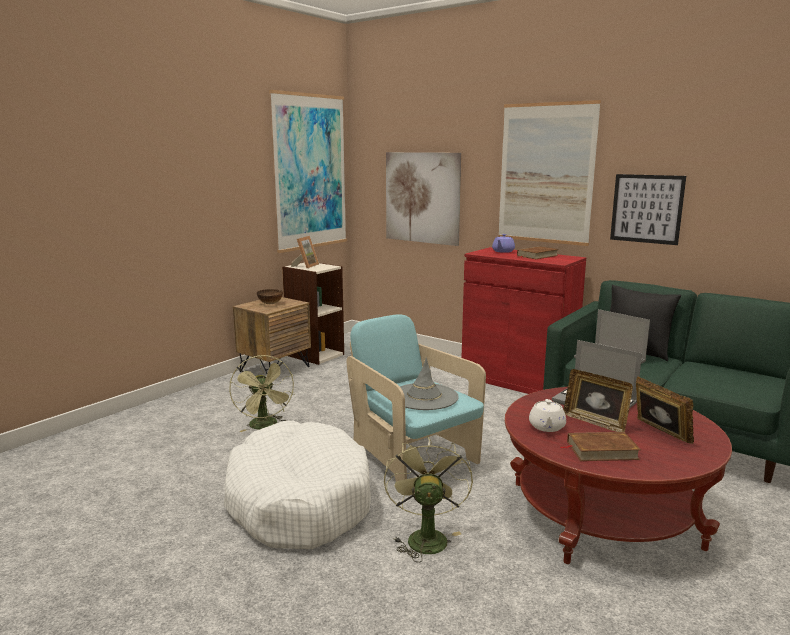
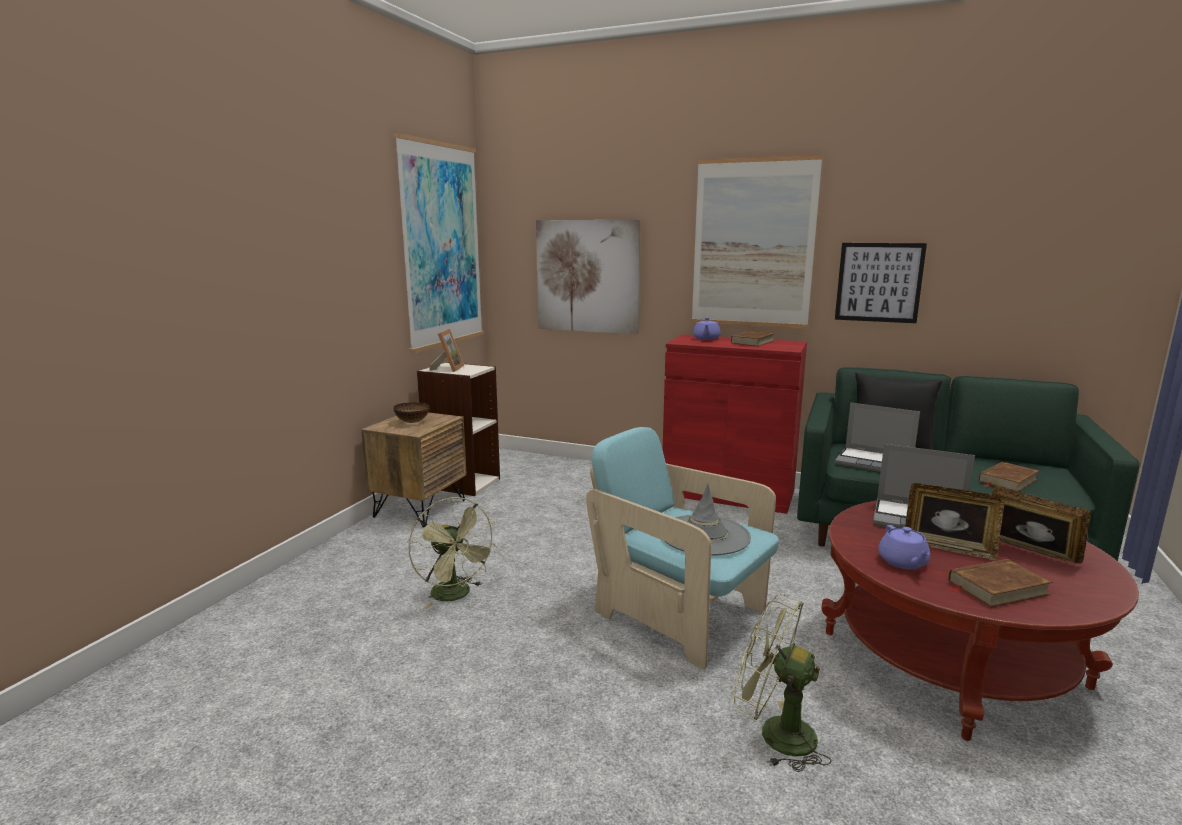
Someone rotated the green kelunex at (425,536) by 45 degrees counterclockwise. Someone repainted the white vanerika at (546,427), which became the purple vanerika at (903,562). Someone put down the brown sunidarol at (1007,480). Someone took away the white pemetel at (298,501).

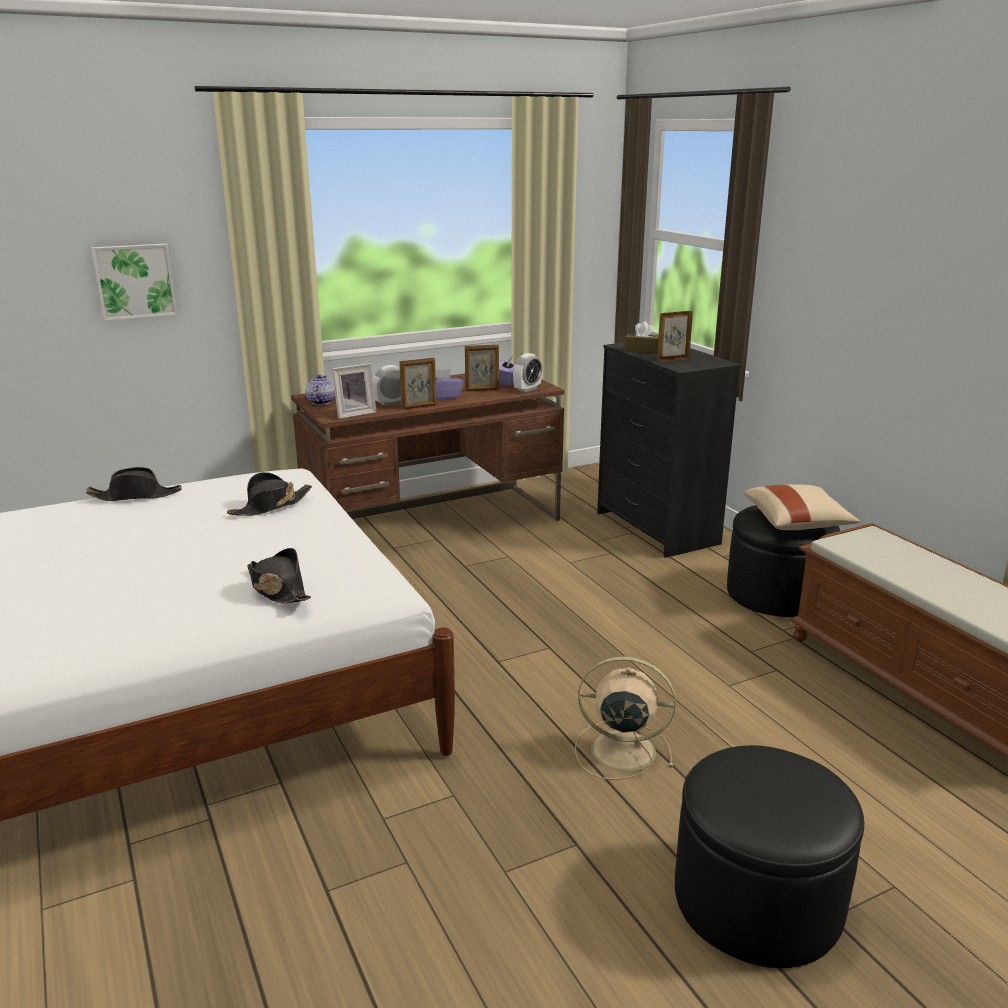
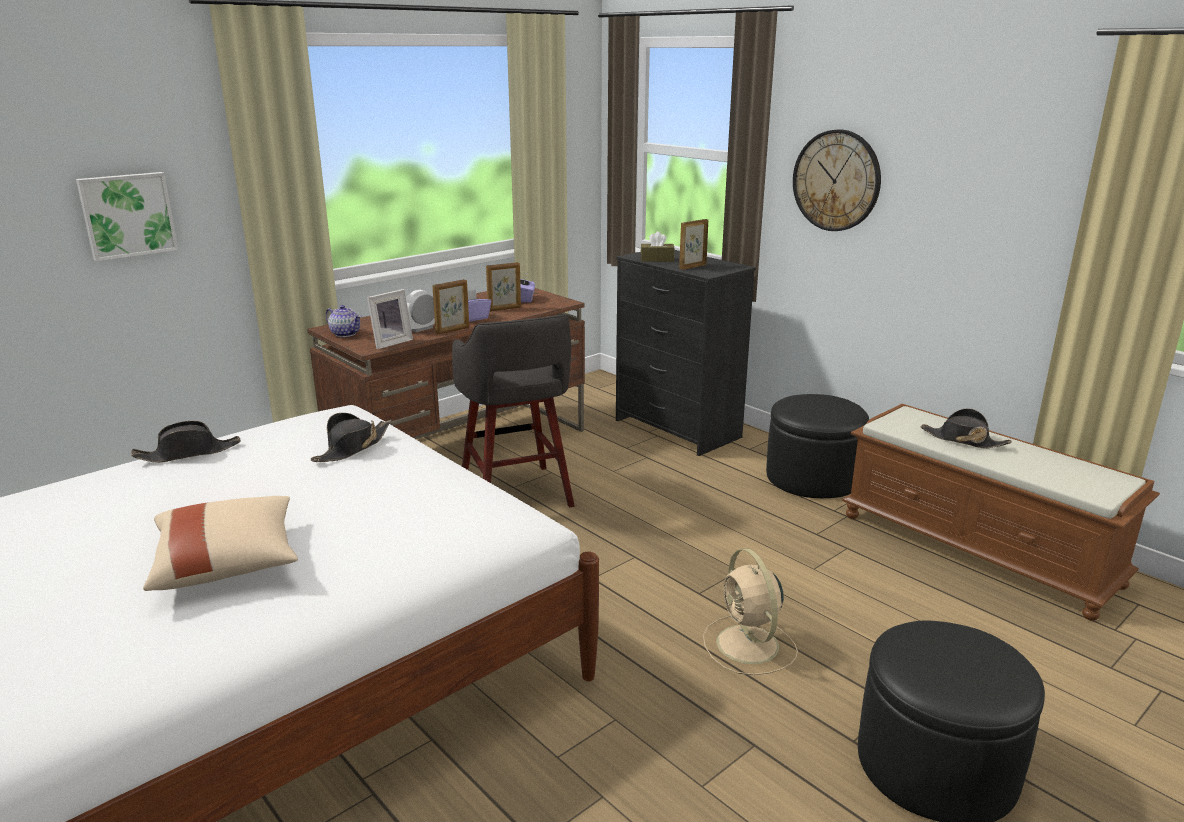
Someone carried the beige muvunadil from (797,523) to (227,563). Someone rotated the vanerika at (320,402) by 135 degrees clockwise. Someone put down the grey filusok at (516,495). Someone rotated the beige kelunex at (620,750) by 105 degrees counterclockwise. Someone put up the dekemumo at (836,180). Someone carried the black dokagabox from (277,589) to (963,440). Someone took away the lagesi at (527,389).

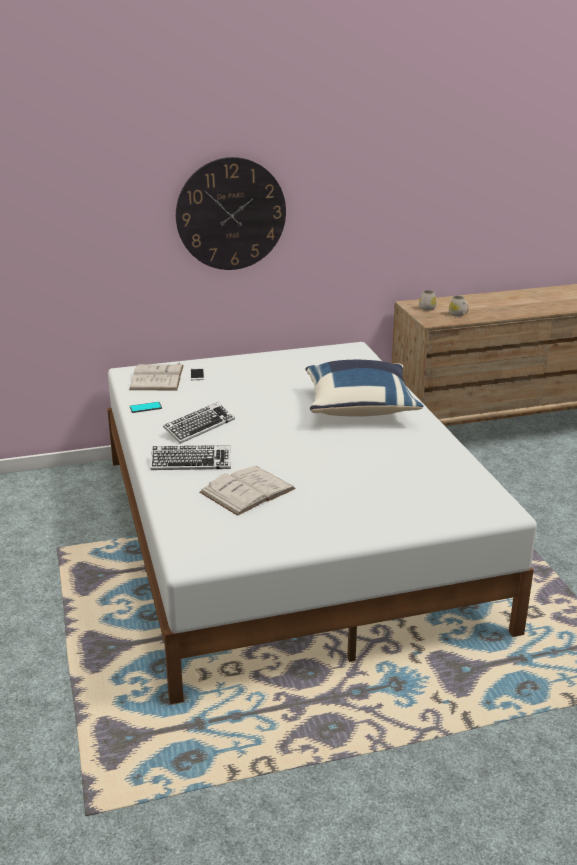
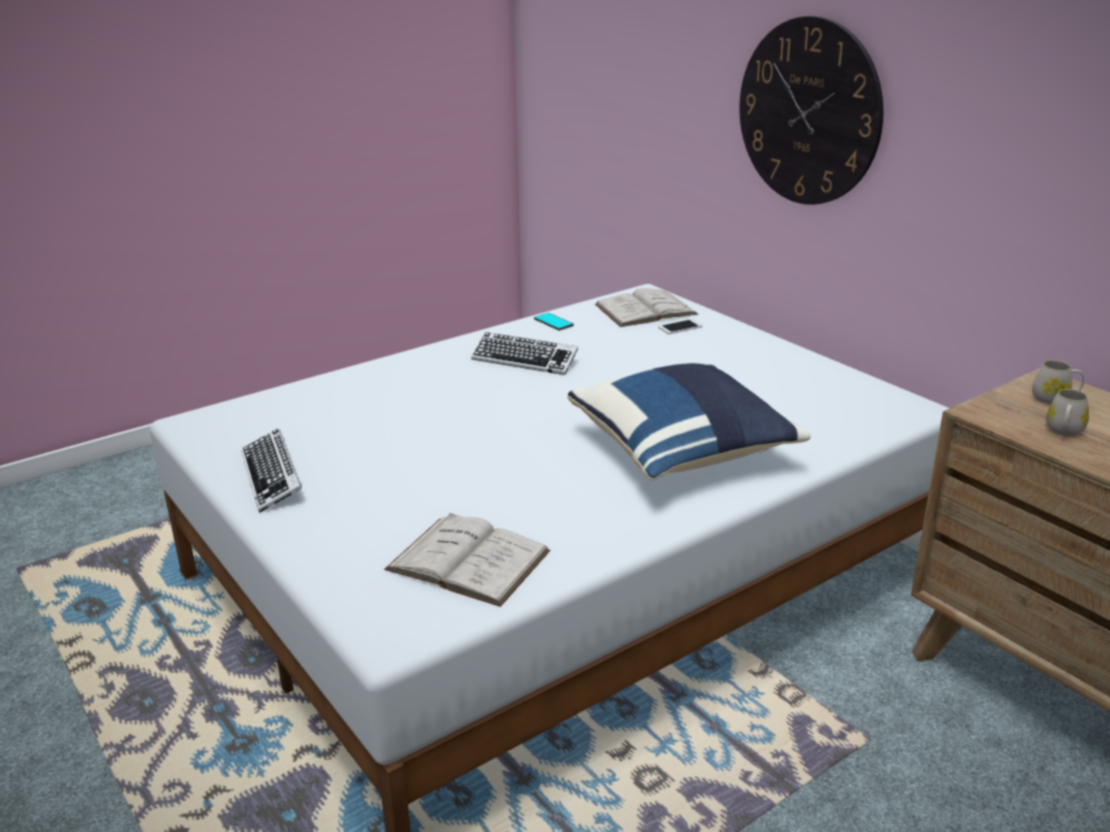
Someone carried the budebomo from (191,462) to (272,477). Someone carried the white sunidarol from (247,490) to (468,560).

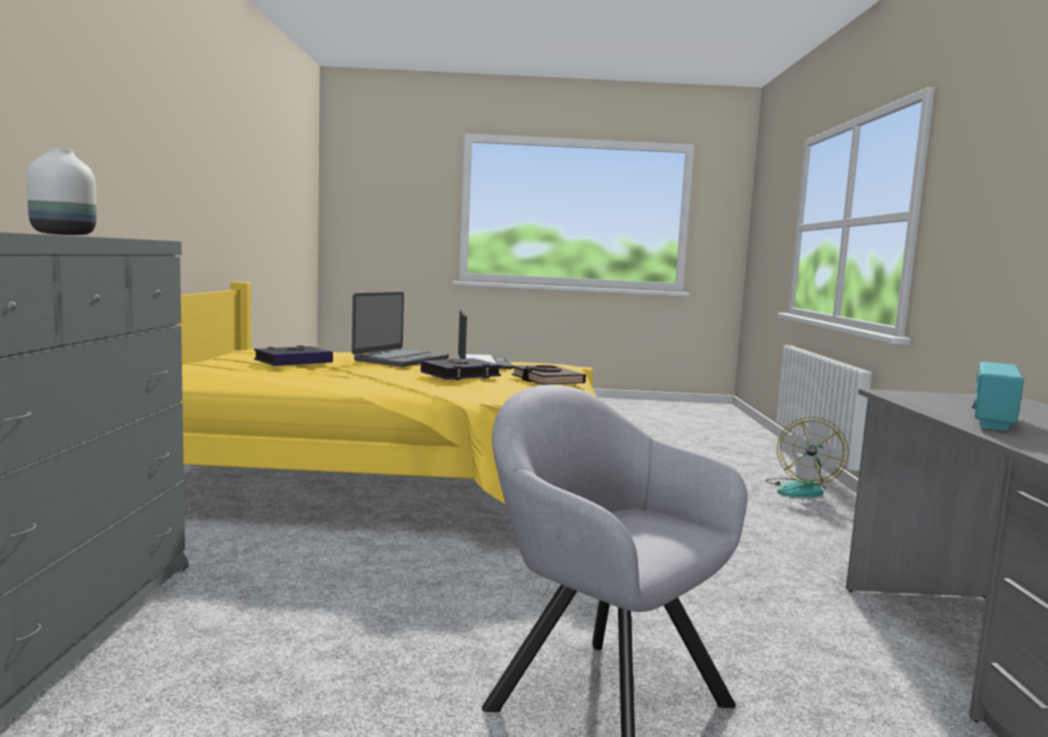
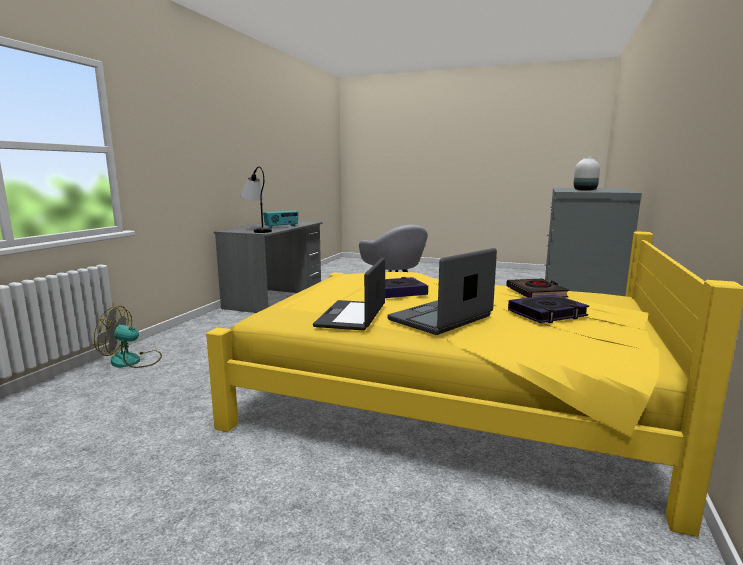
Someone rotated the kelunex at (802,489) by 135 degrees counterclockwise. Someone put down the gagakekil at (258,230). Someone carried the black sunidarol from (547,380) to (536,293).

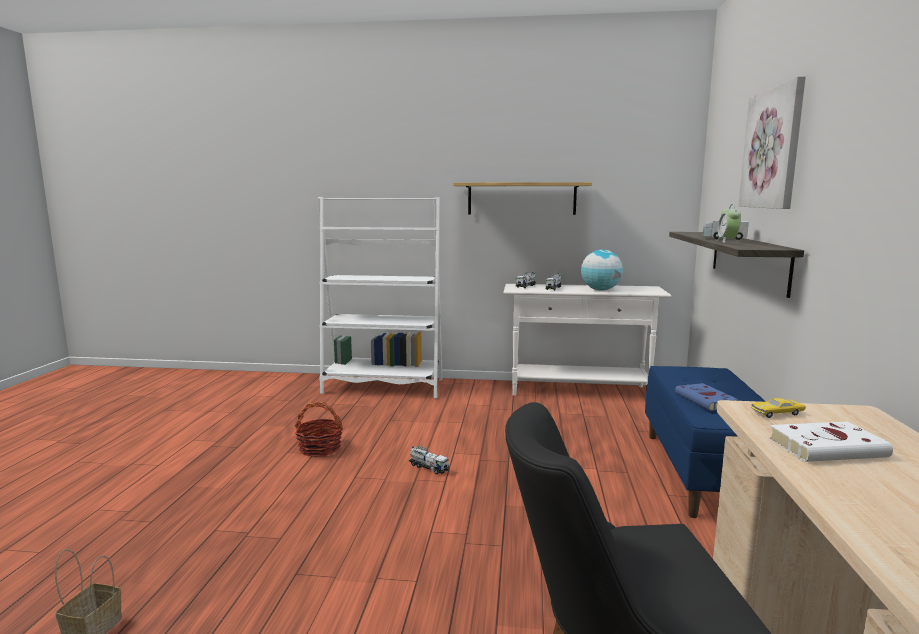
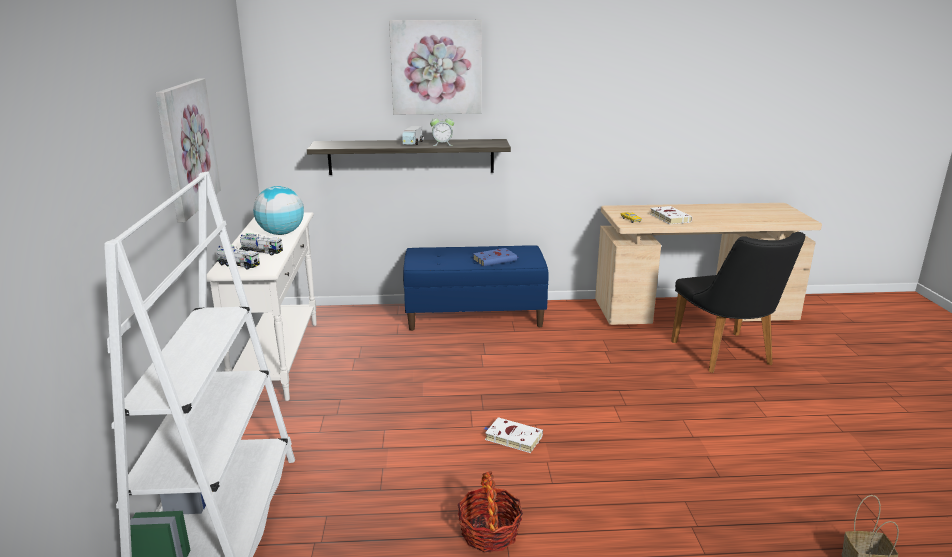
Someone swapped the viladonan at (521,198) for the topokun at (186,147). Someone swapped the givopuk at (428,468) for the white sunidarol at (512,437).

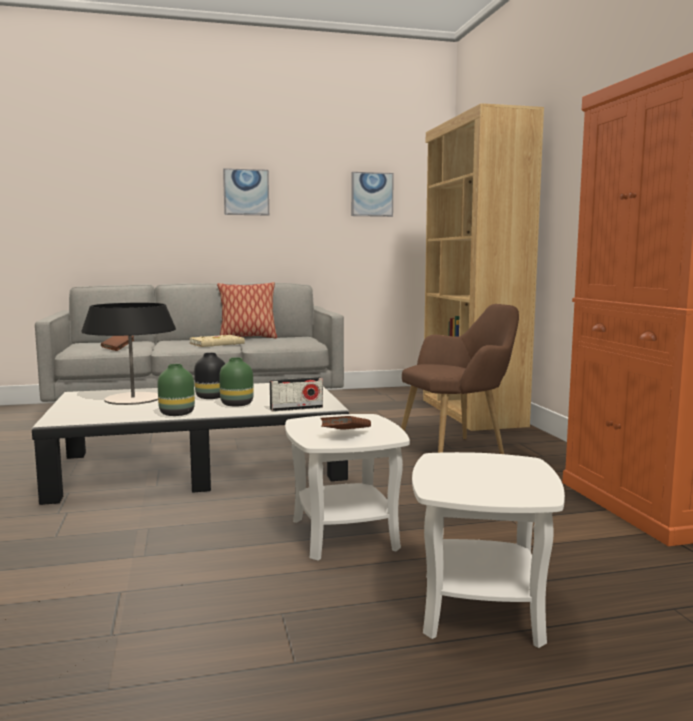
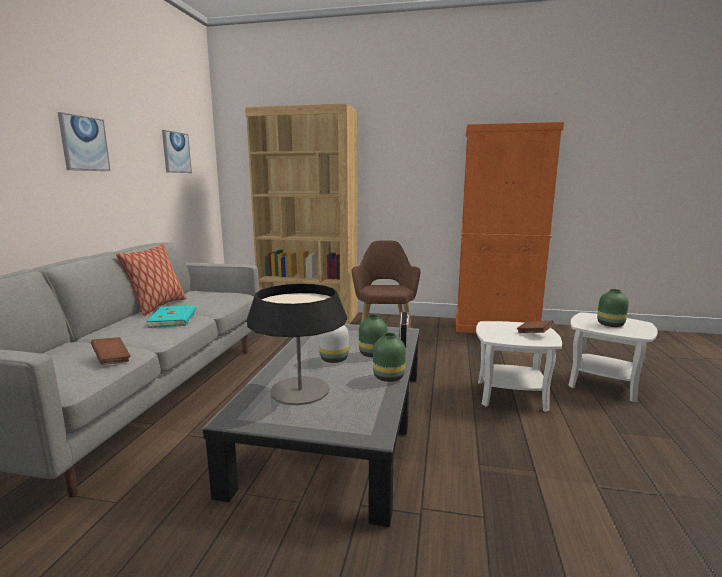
Someone repainted the beige sunidarol at (217,344), which became the turquoise sunidarol at (174,319). Someone repainted the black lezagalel at (212,397), which became the white lezagalel at (334,359). Someone put down the green lezagalel at (609,324).

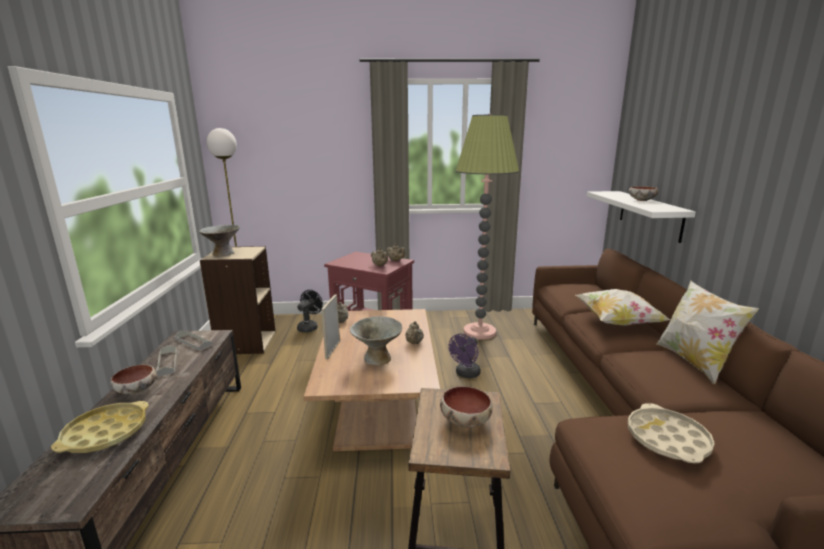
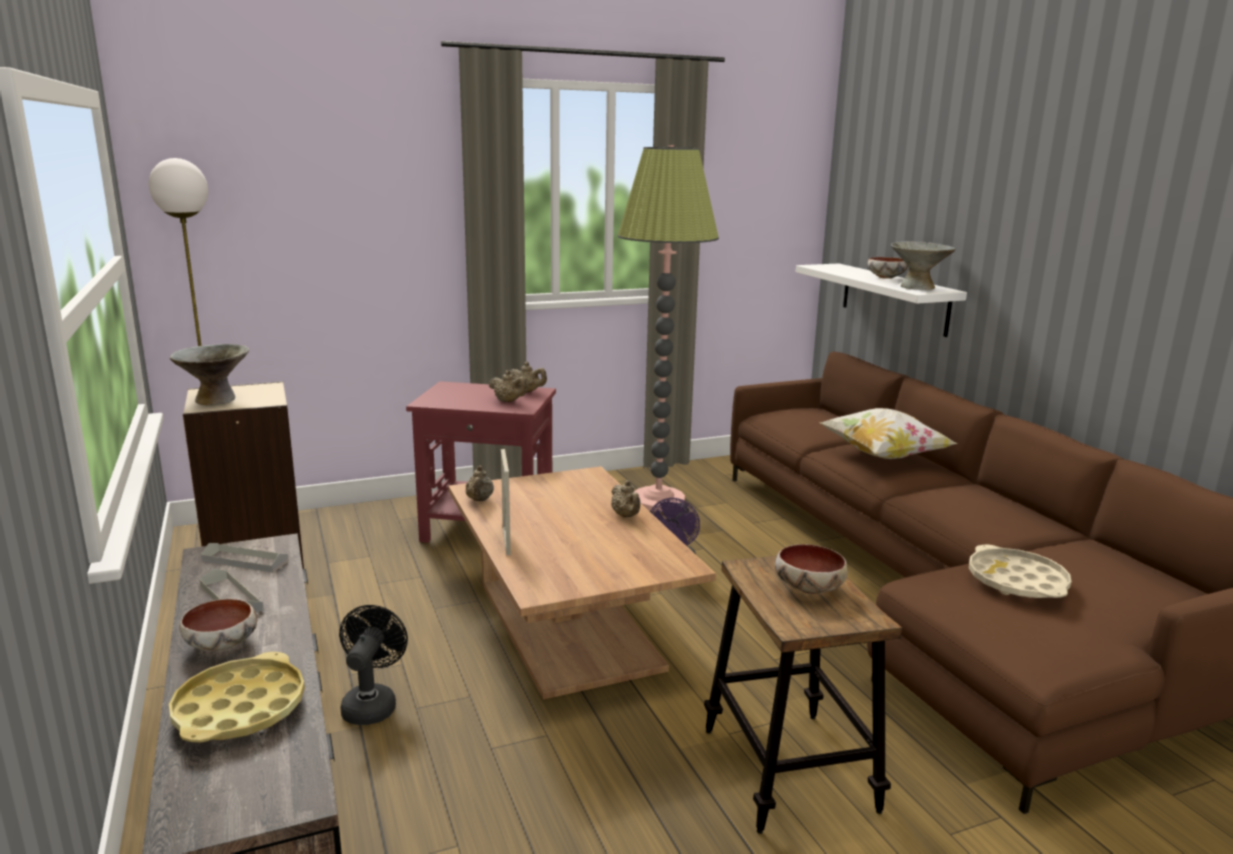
Someone carried the black kelunex from (309,327) to (372,703). Someone carried the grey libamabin from (377,358) to (917,287). Someone took away the muvunadil at (694,362).

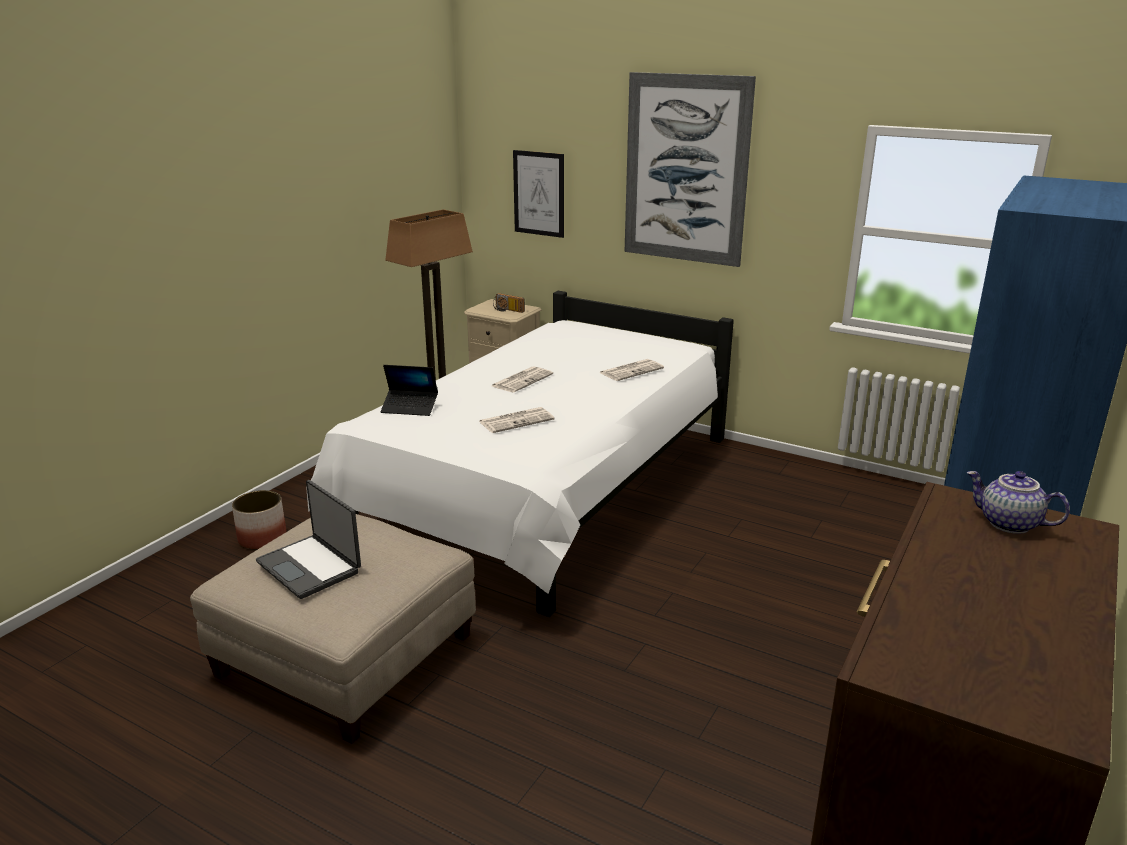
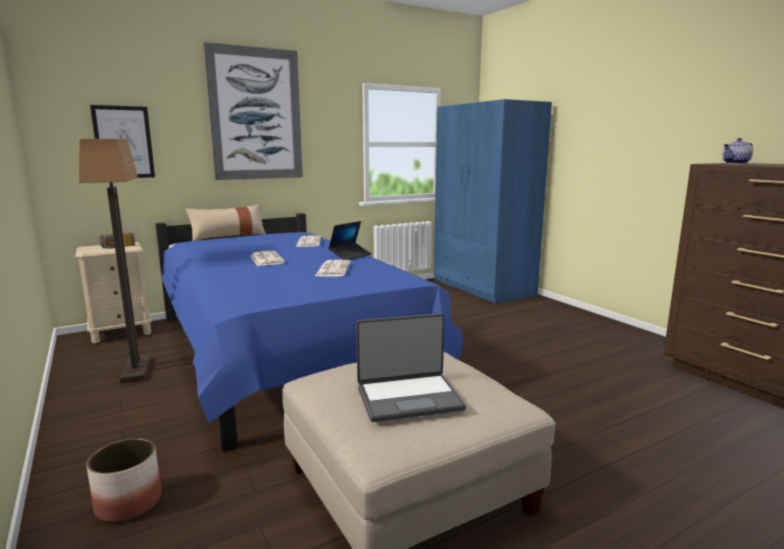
Someone repainted the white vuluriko at (546,493), which became the blue vuluriko at (283,353). Someone put down the beige muvunadil at (228,236). Someone carried the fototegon from (410,408) to (350,256).

